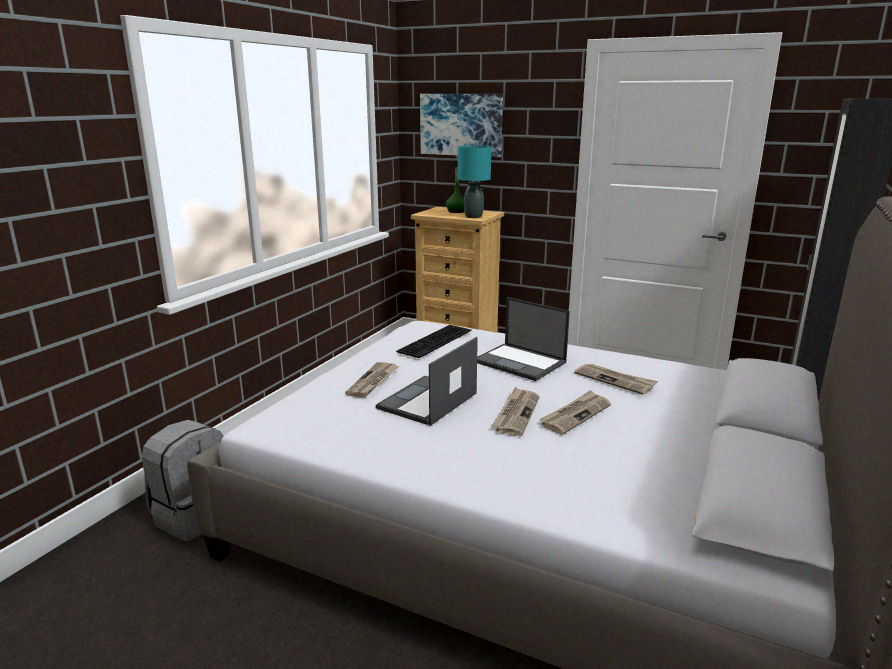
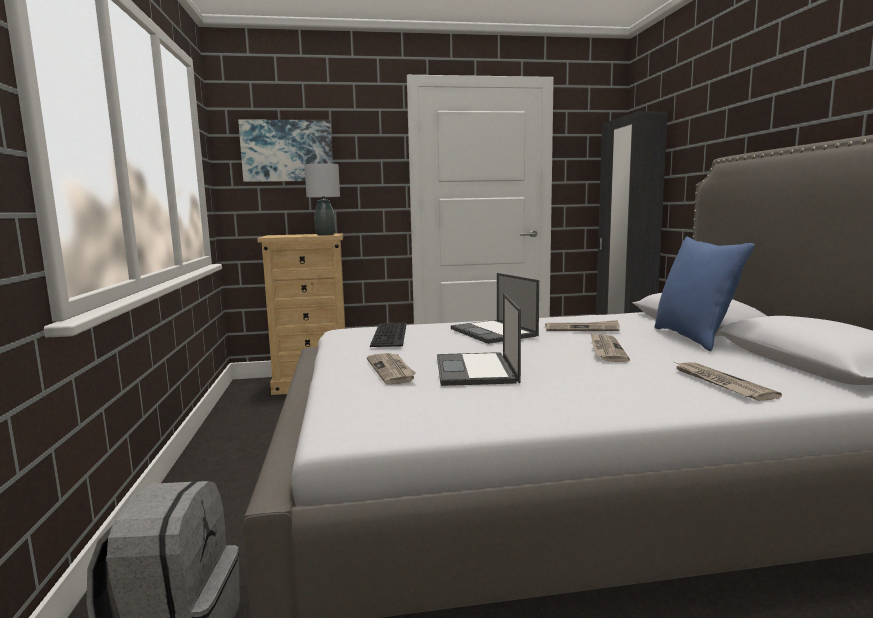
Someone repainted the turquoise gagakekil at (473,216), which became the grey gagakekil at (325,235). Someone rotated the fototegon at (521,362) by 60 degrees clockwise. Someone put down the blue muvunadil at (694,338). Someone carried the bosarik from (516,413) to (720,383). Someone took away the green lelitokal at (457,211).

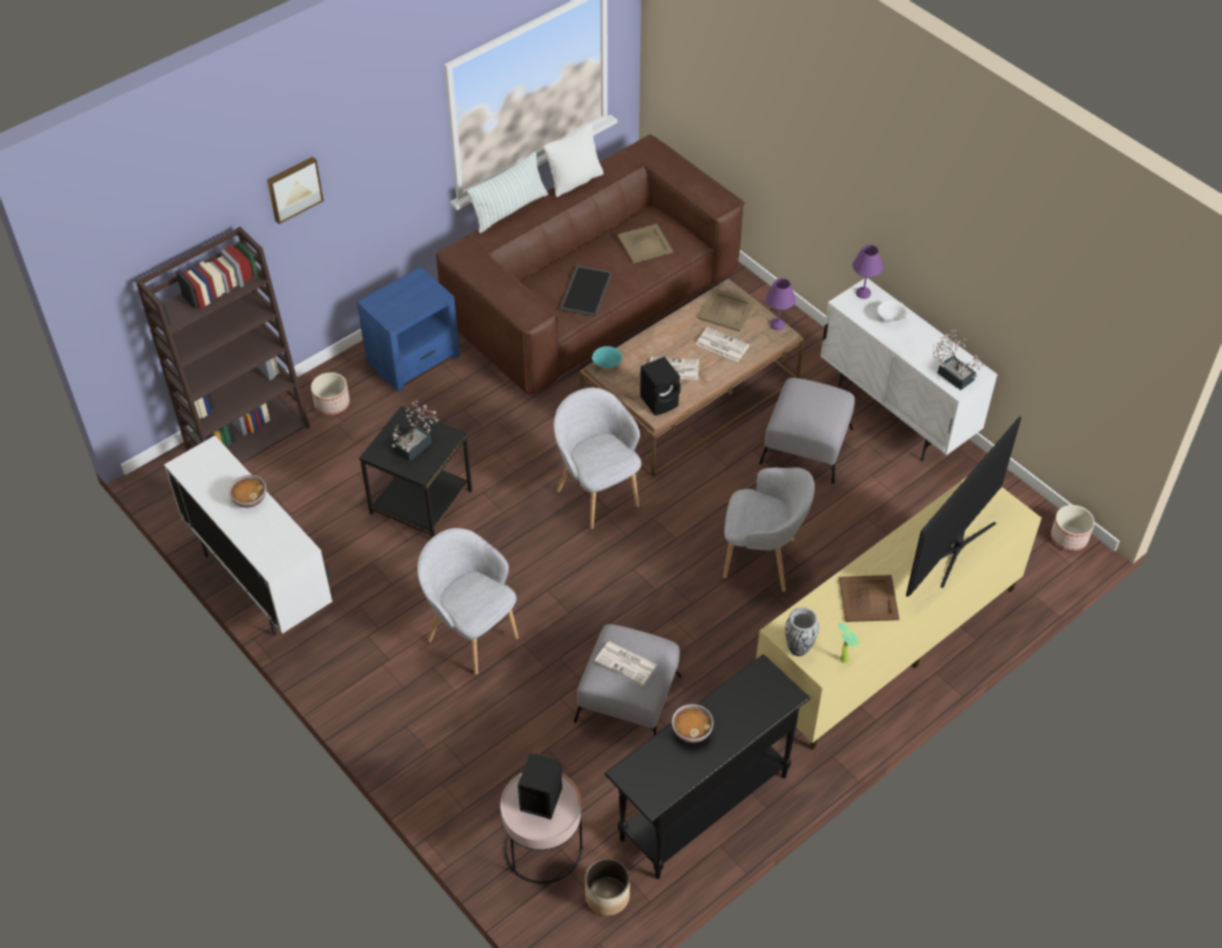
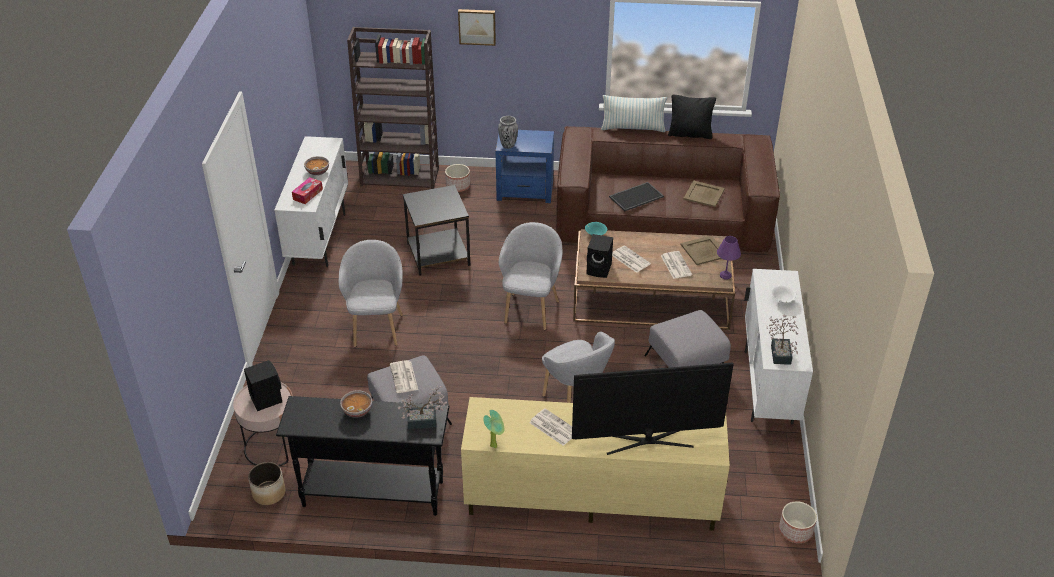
Someone put down the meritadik at (308,194). Someone carried the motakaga from (417,444) to (426,421). Someone carried the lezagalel from (798,647) to (508,145). Someone swapped the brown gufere at (868,599) for the bosarik at (553,427). Someone repainted the white muvunadil at (575,181), which became the black muvunadil at (690,134). Someone took away the purple gagakekil at (863,294).

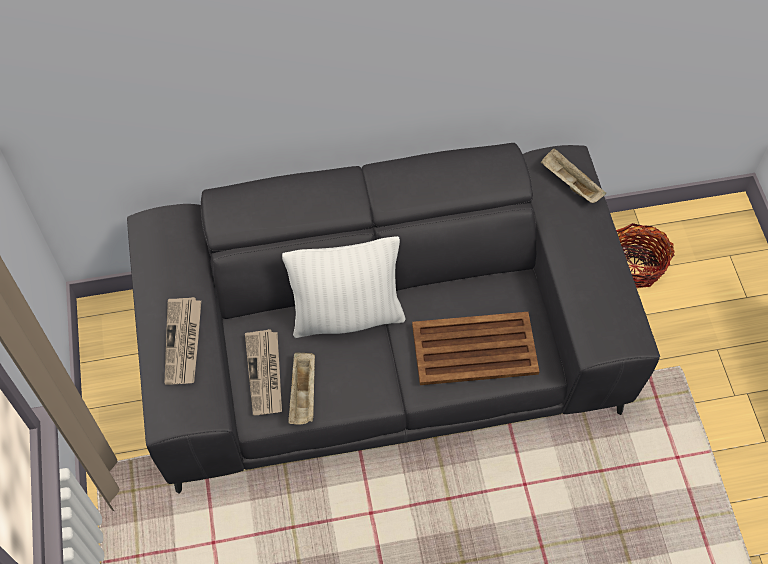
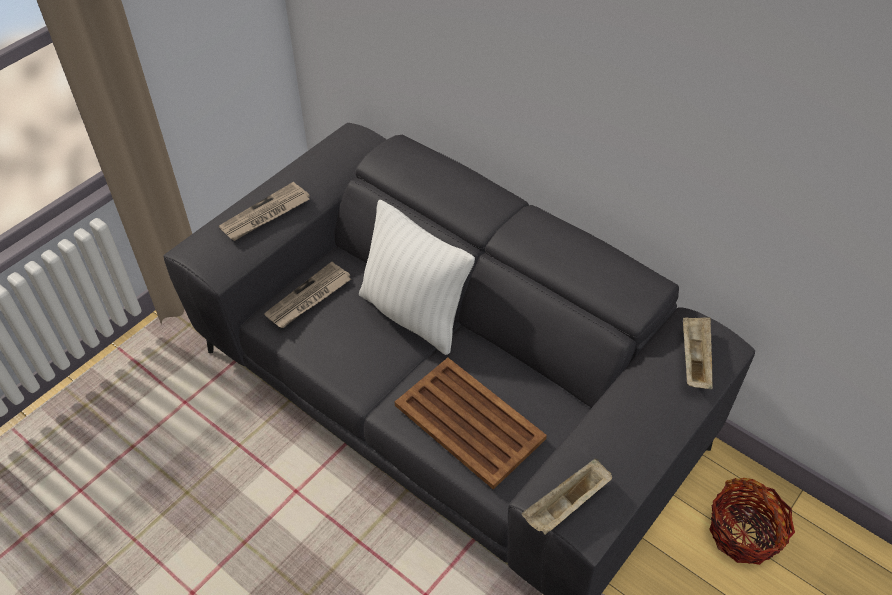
Someone carried the beige gufere from (303,394) to (566,505).

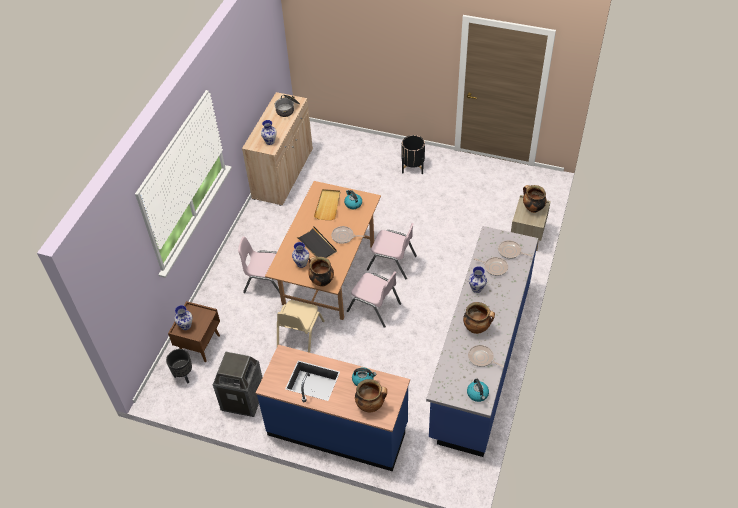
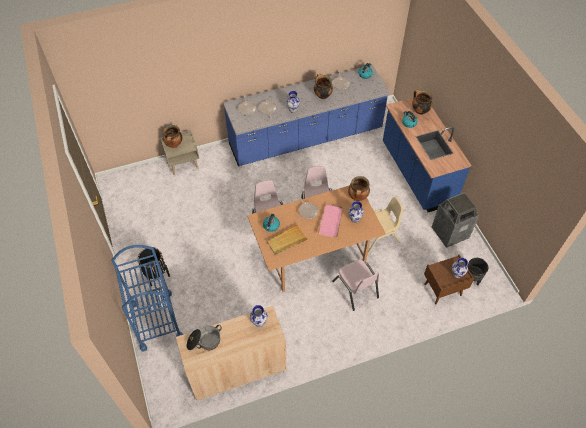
Someone put down the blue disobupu at (156,320). Someone repainted the black gufere at (317,245), which became the pink gufere at (330,221).

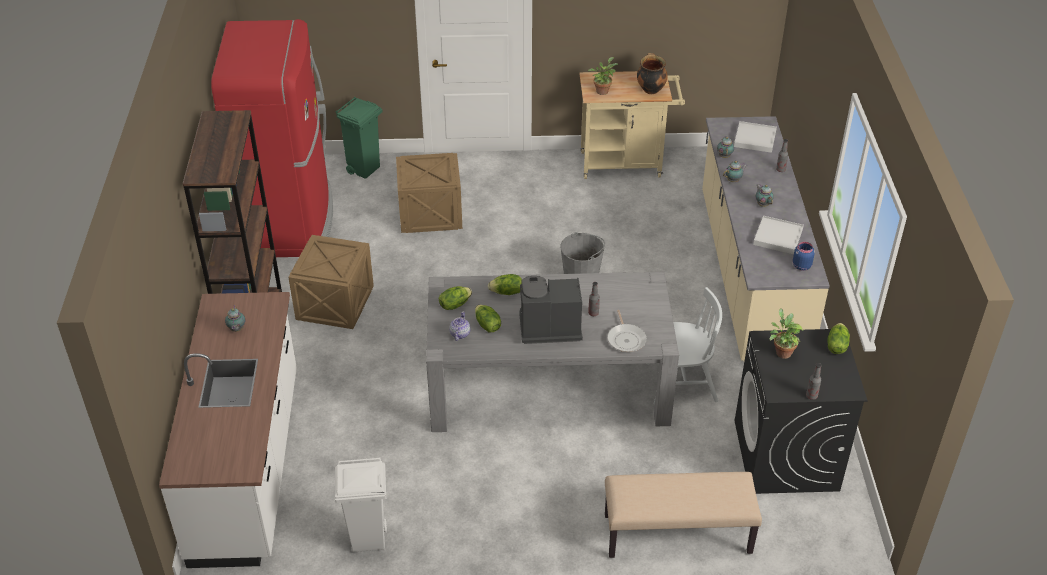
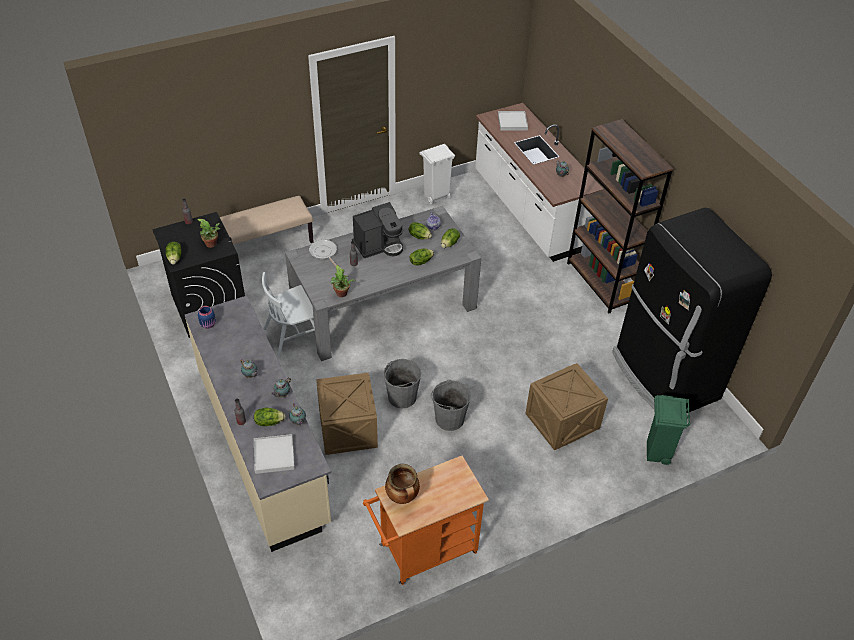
Someone put down the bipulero at (269,421). Someone carried the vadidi from (335,303) to (348,430). Someone carried the motakaga from (602,90) to (342,294). Someone repainted the beige disobupu at (626,164), which became the orange disobupu at (423,552). Someone put down the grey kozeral at (449,418). Someone carried the white gufere from (777,237) to (512,122). Someone repainted the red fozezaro at (291,221), which became the black fozezaro at (664,377).

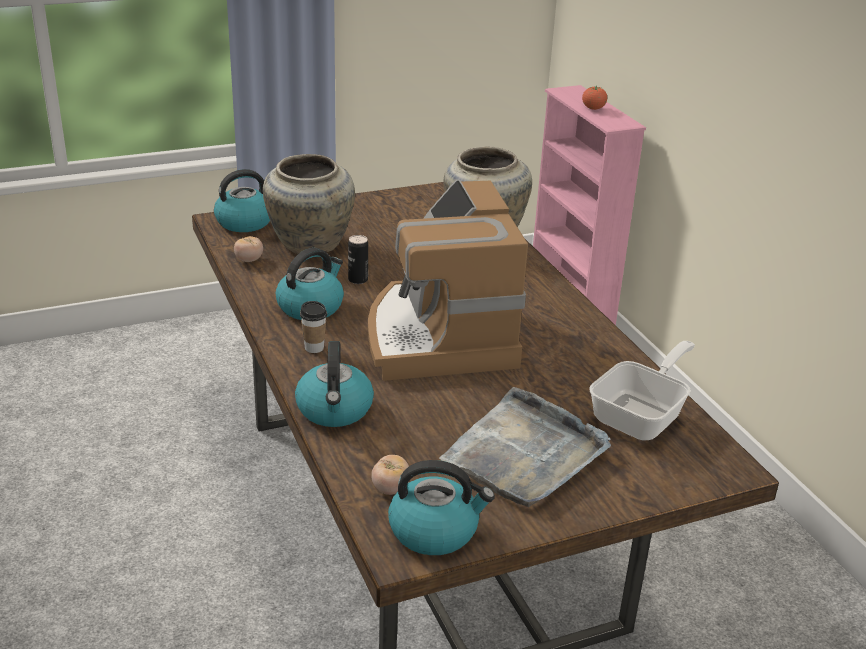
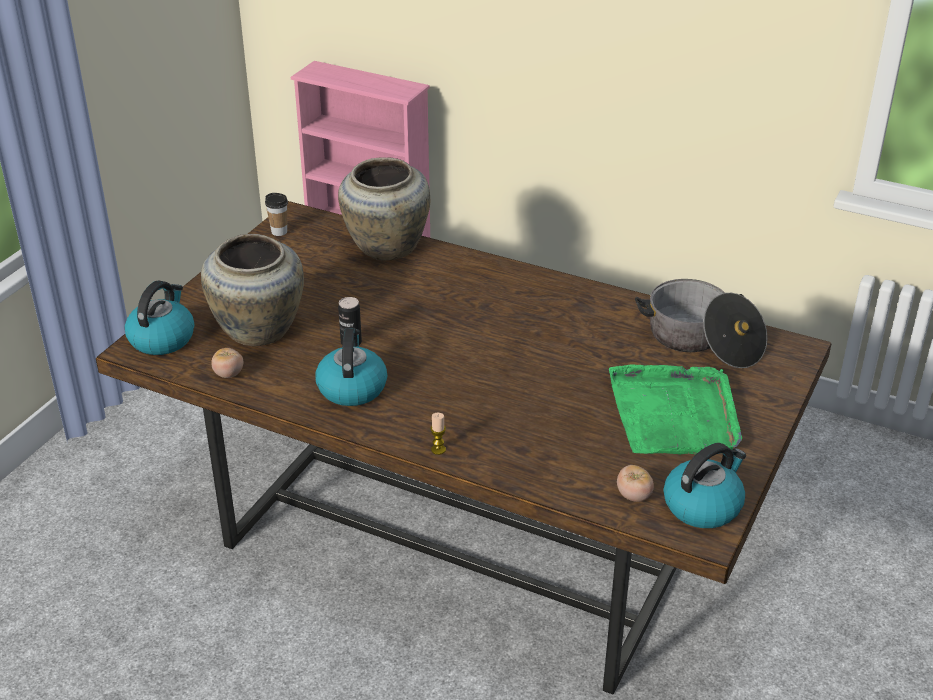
Someone carried the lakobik from (314,348) to (279,232). Someone put down the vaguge at (438,449). Someone repainted the grey gufere at (525,453), which became the green gufere at (675,414). Someone swapped the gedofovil at (642,415) for the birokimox at (702,341). Someone took away the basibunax at (335,410). Someone took away the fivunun at (439,336). Someone took away the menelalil at (593,109).

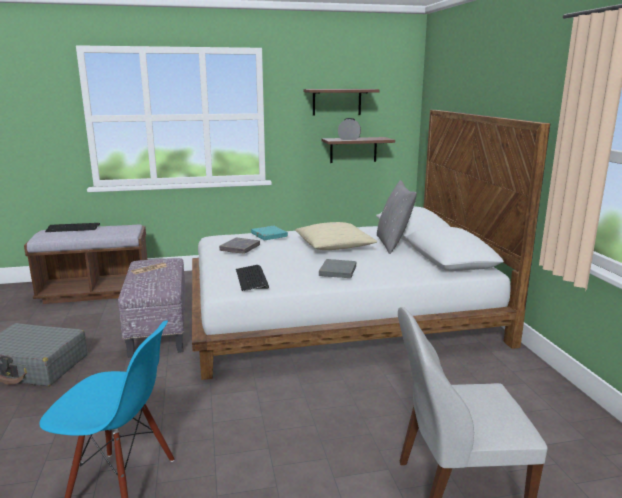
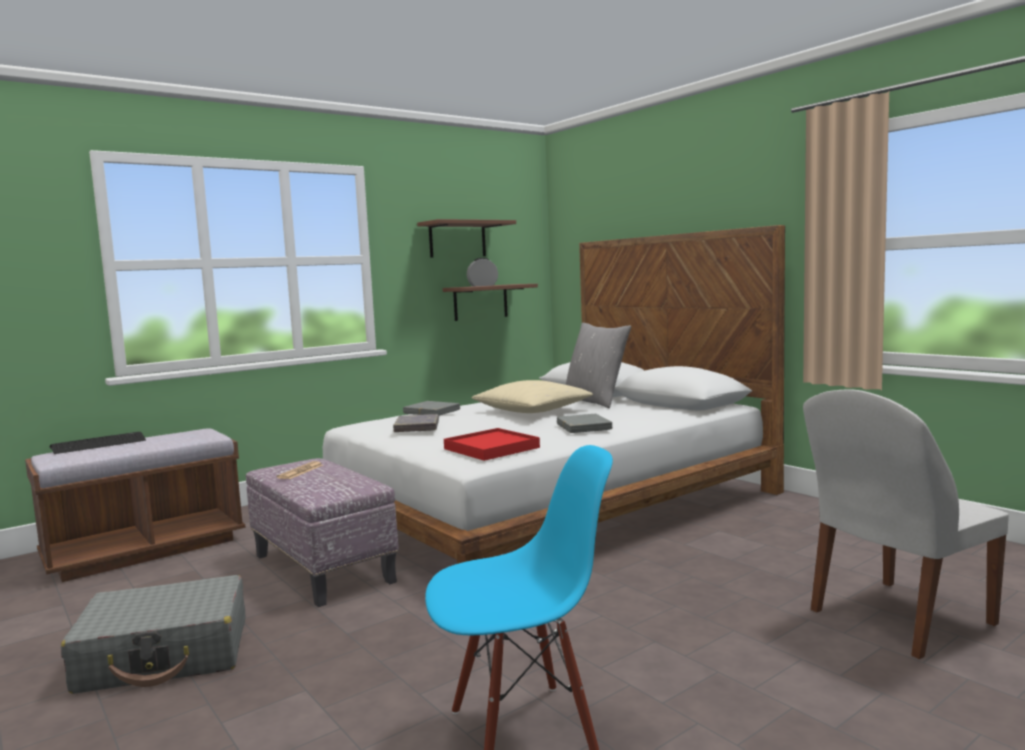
Someone repainted the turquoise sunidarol at (269,235), which became the grey sunidarol at (432,412). Someone swapped the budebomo at (252,279) for the red gufere at (492,448).

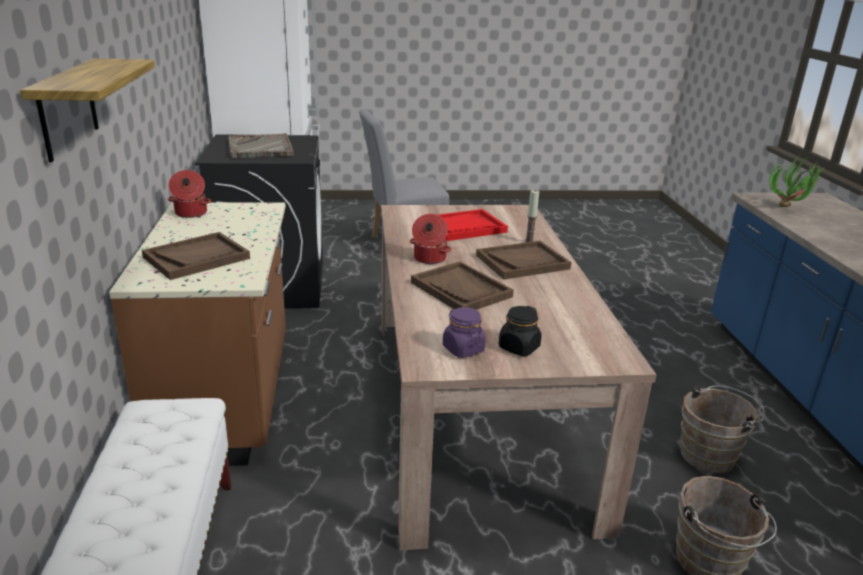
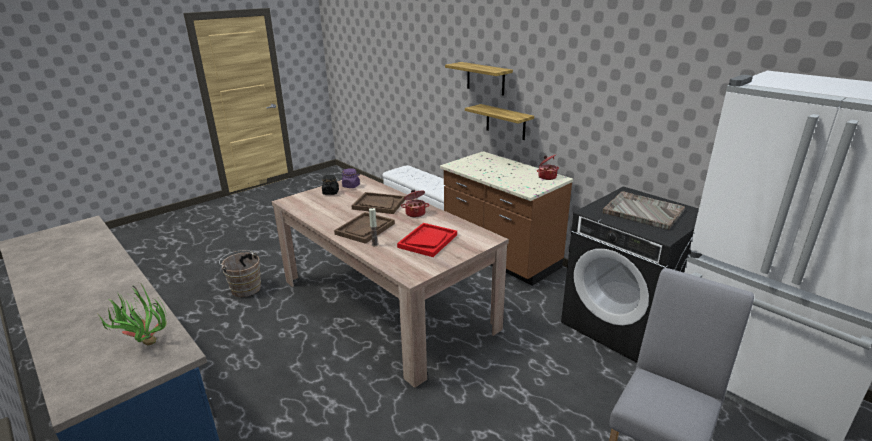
Someone put up the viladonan at (505,122). Someone took away the brown gufere at (197,258). Someone took away the brown kozeral at (711,455).

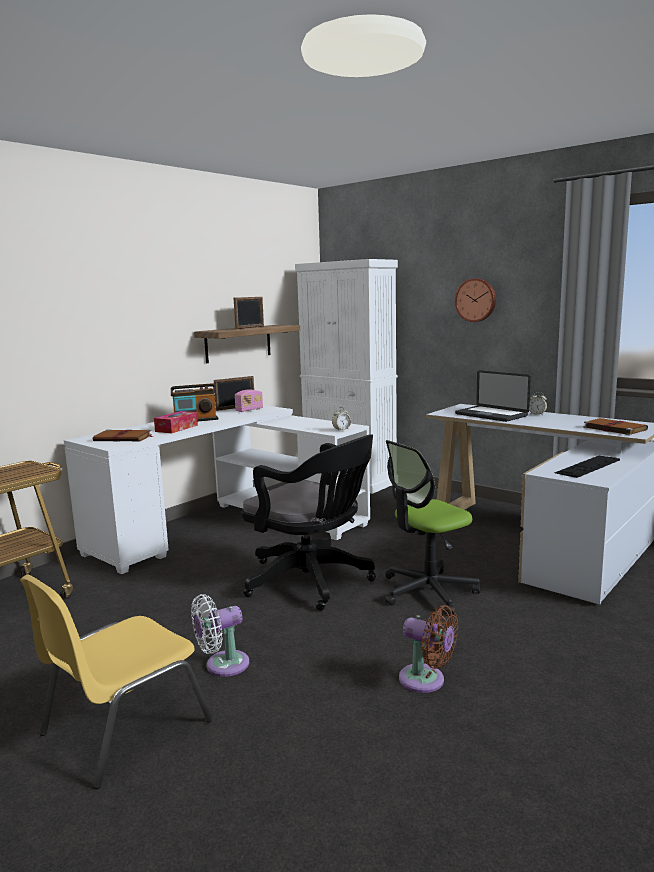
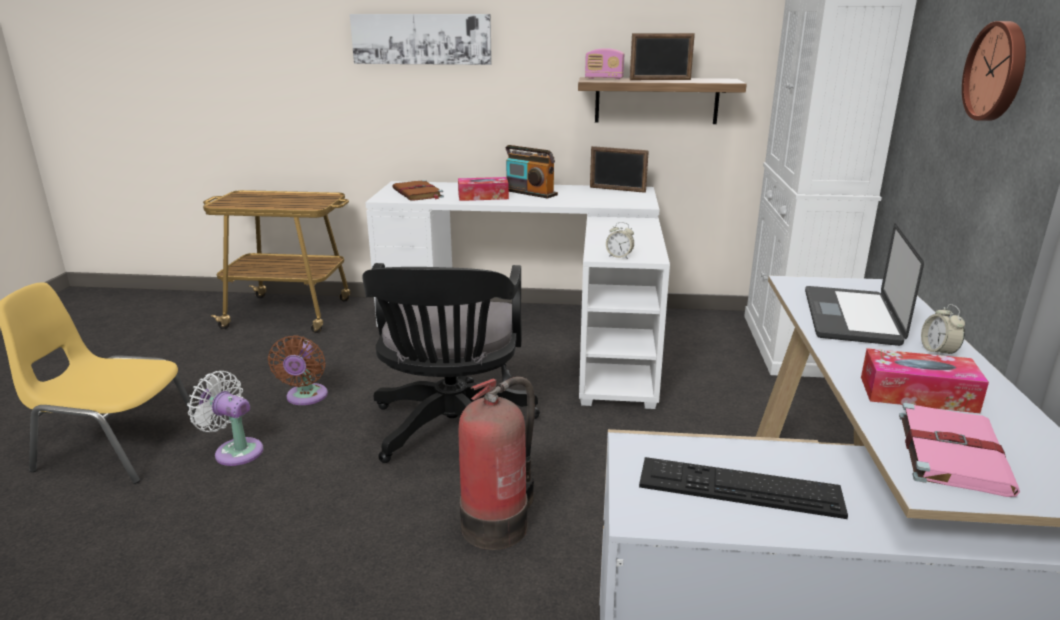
Someone carried the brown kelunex from (426,680) to (305,397). Someone put up the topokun at (421,39). Someone swapped the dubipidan at (428,591) for the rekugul at (498,523). Someone carried the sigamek from (249,410) to (604,78). Someone put down the meritadik at (917,394). Someone repainted the brown sunidarol at (613,428), which became the pink sunidarol at (951,451).

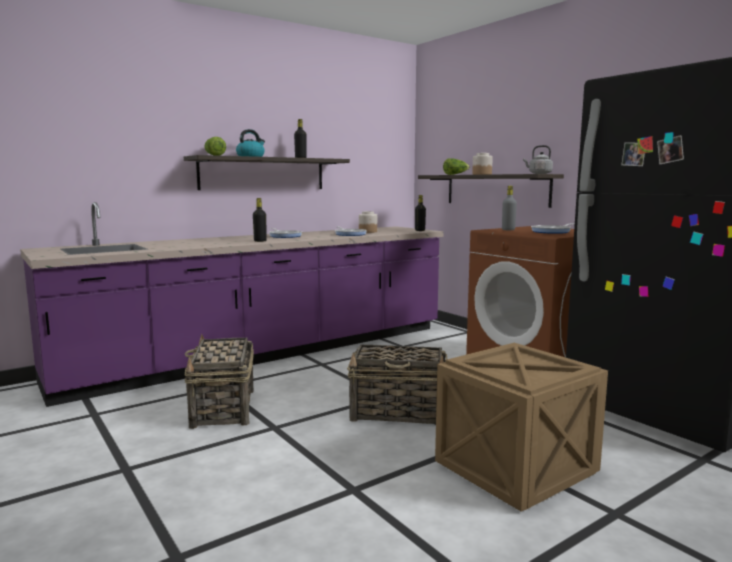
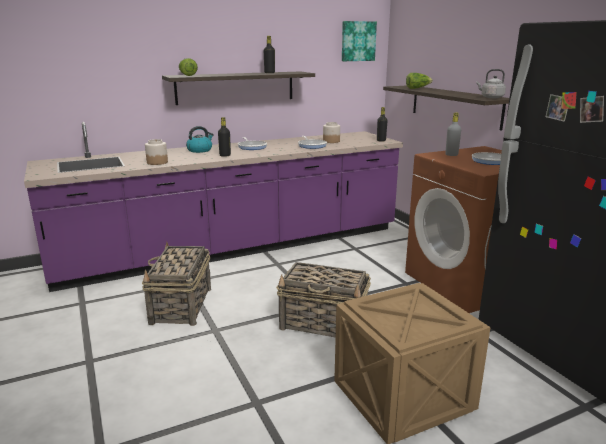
Someone carried the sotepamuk from (481,174) to (157,162). Someone carried the basibunax from (251,157) to (200,150). Someone put up the topokun at (358,41).

